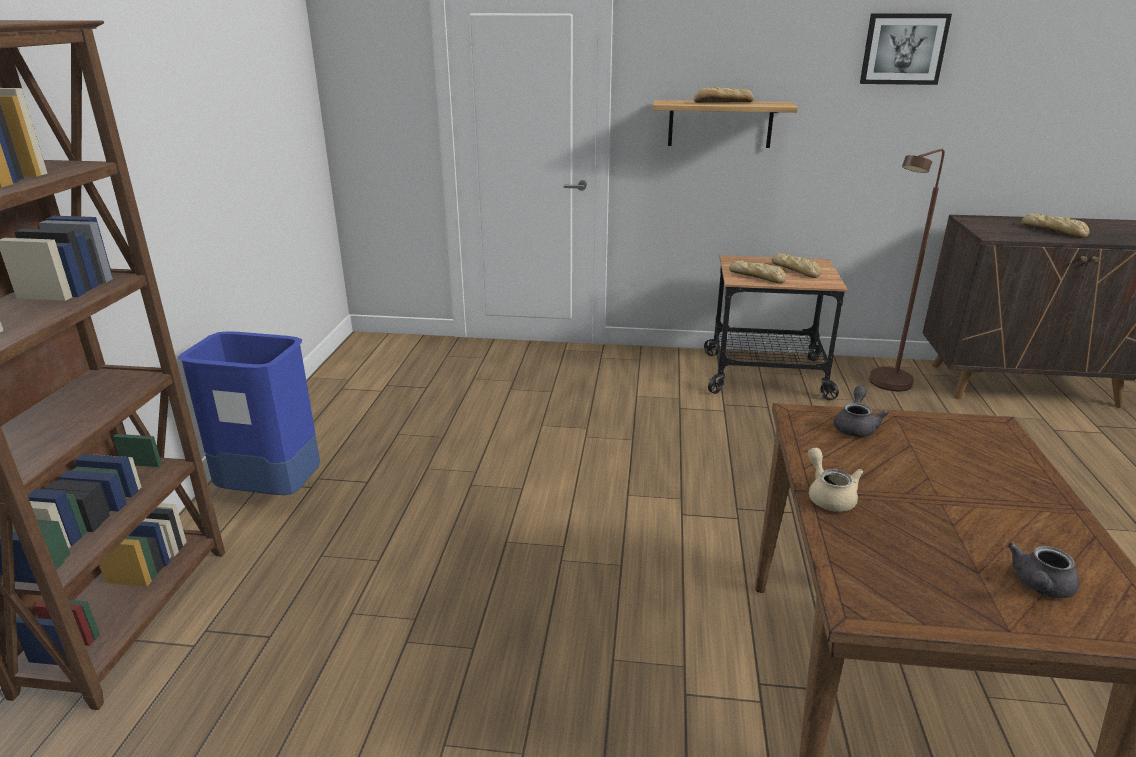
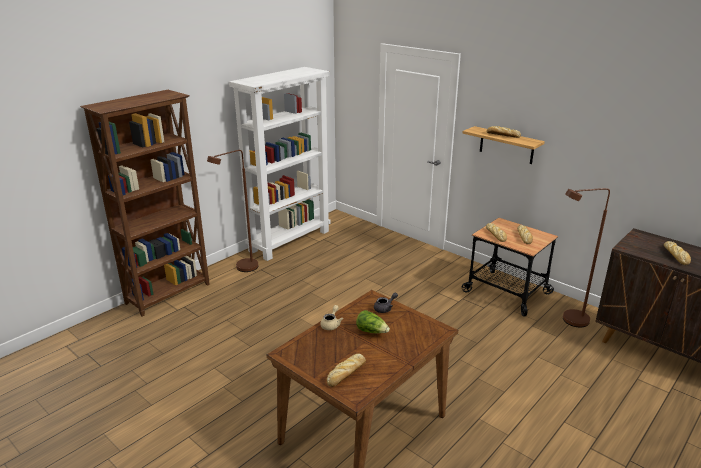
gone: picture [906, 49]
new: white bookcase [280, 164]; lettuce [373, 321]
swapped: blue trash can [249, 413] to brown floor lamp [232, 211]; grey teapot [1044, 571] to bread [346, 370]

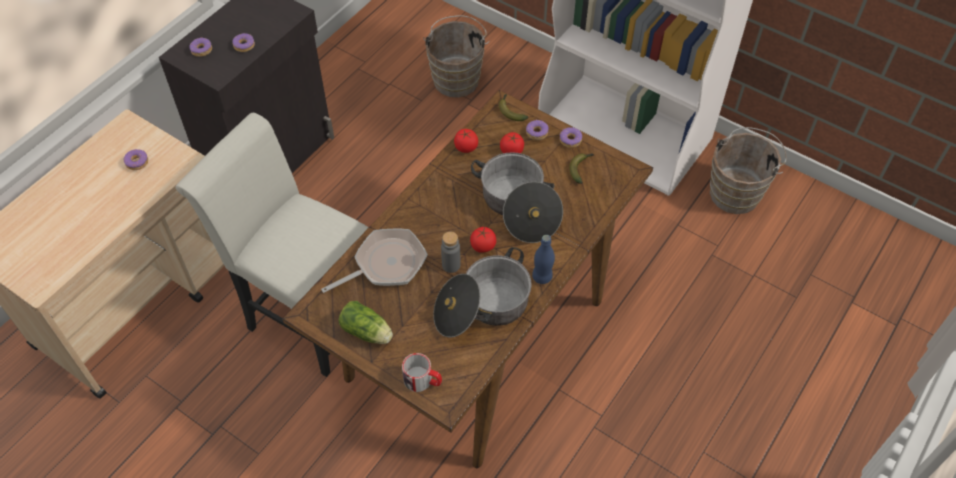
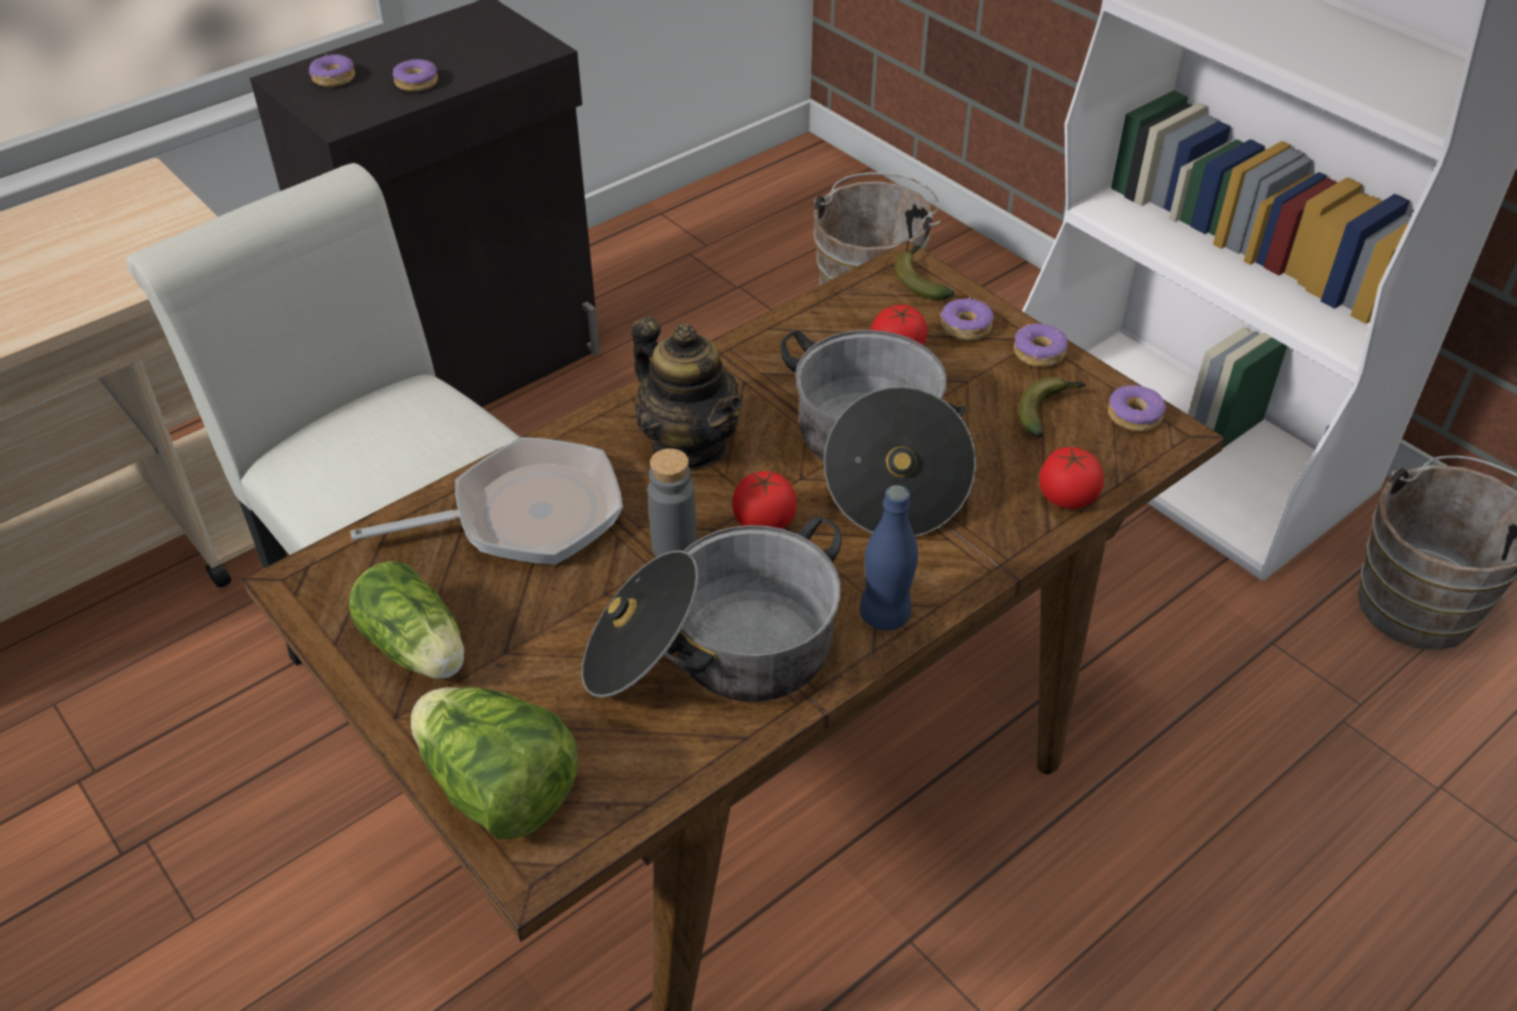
new: teapot [686, 392]
shifted: tomato [466, 141] to [1071, 478]; donut [136, 159] to [1137, 408]
swapped: mug [422, 372] to lettuce [494, 763]

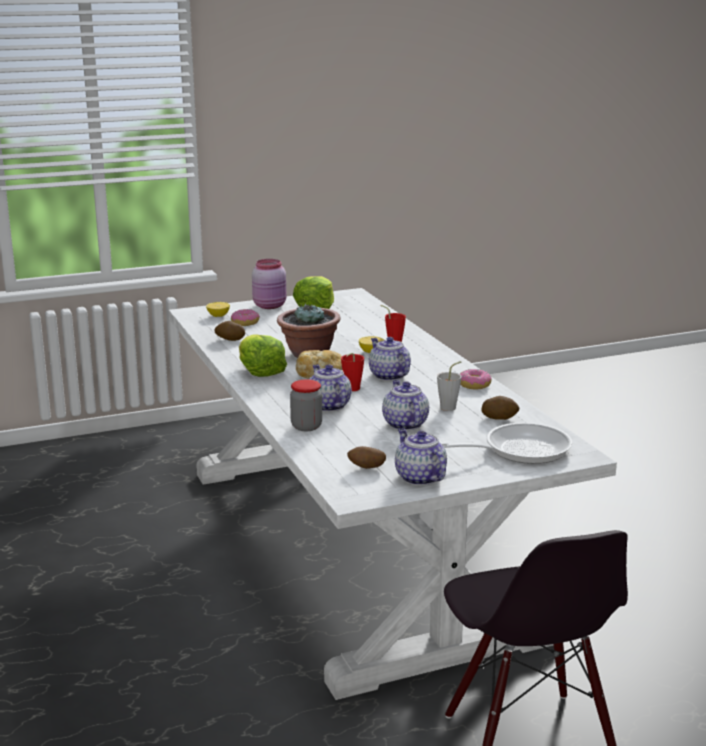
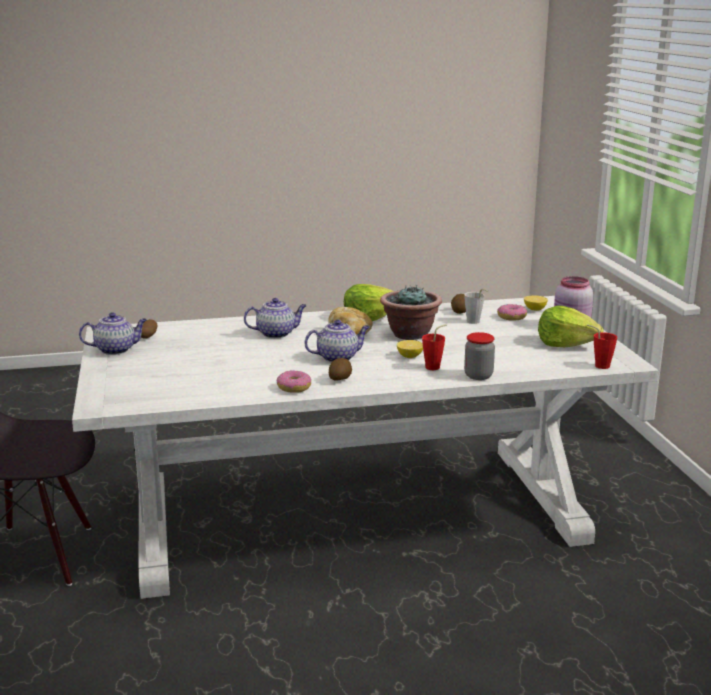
gone: teapot [405, 405]; frying pan [507, 443]
shifted: red cup [352, 372] to [602, 346]; grey cup [449, 386] to [476, 306]; jar [306, 405] to [479, 356]; potato [500, 408] to [340, 369]

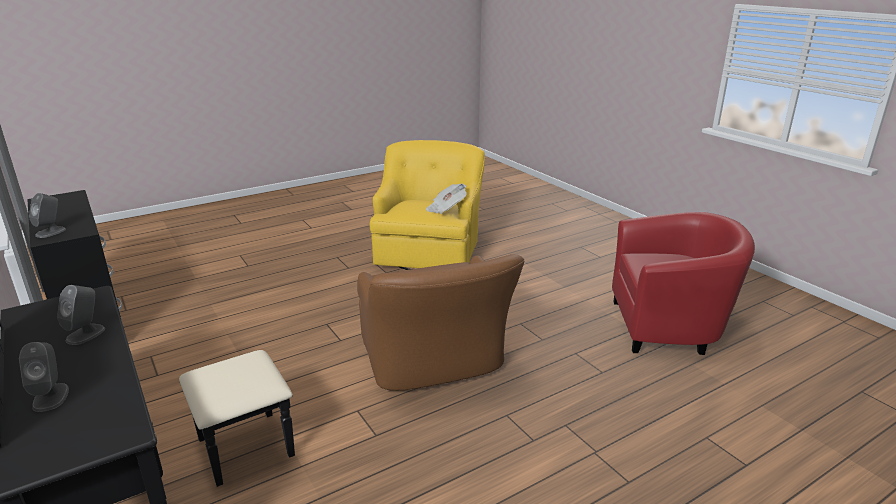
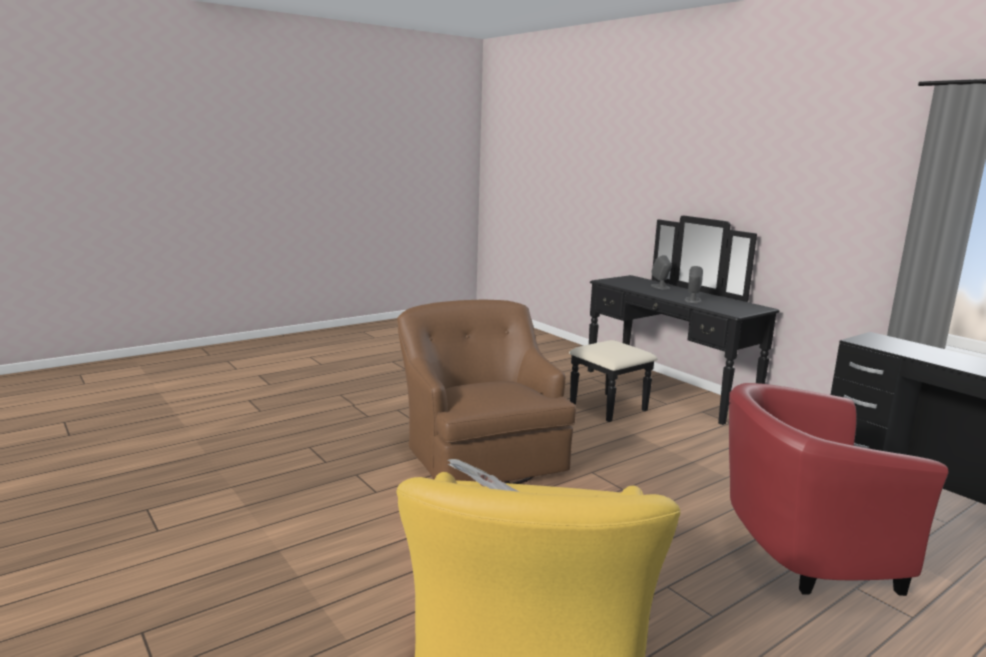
gone: grey speaker [47, 215]
shifted: red armchair [683, 283] to [839, 489]

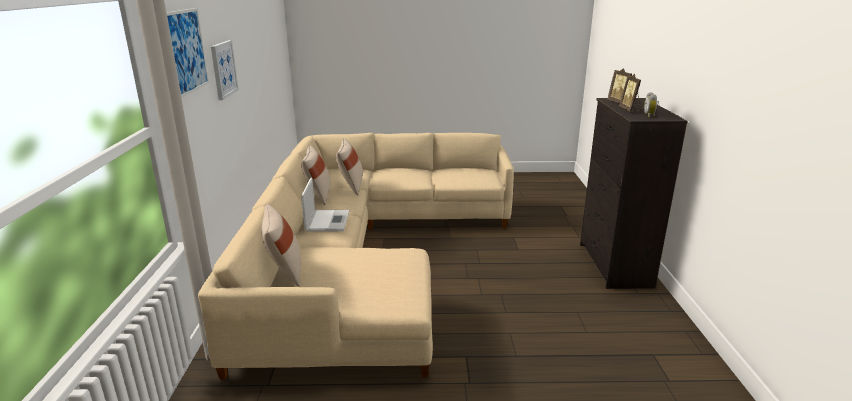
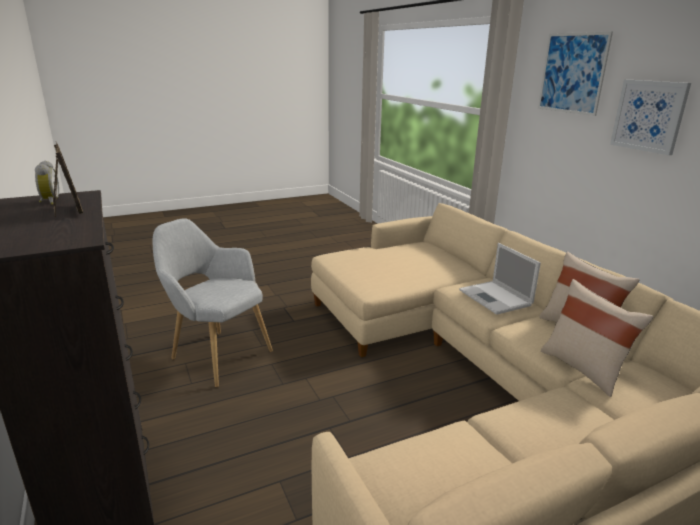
gone: picture frame [619, 85]; beige pillow [281, 245]
new: grey armchair [212, 302]

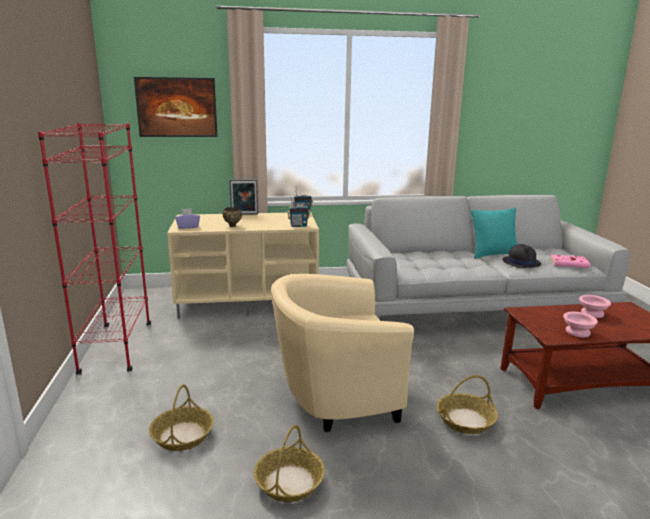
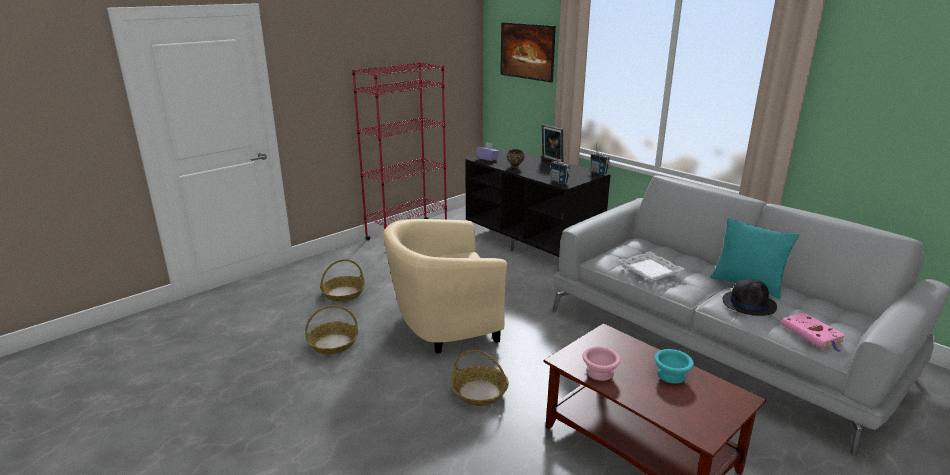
new: white tray [651, 266]
repainted: beige tv stand [243, 265] to black tv stand [538, 202]; pink bowl [595, 306] to turquoise bowl [674, 366]
rotated: beige armchair [342, 353] = [445, 286] 60 degrees counterclockwise

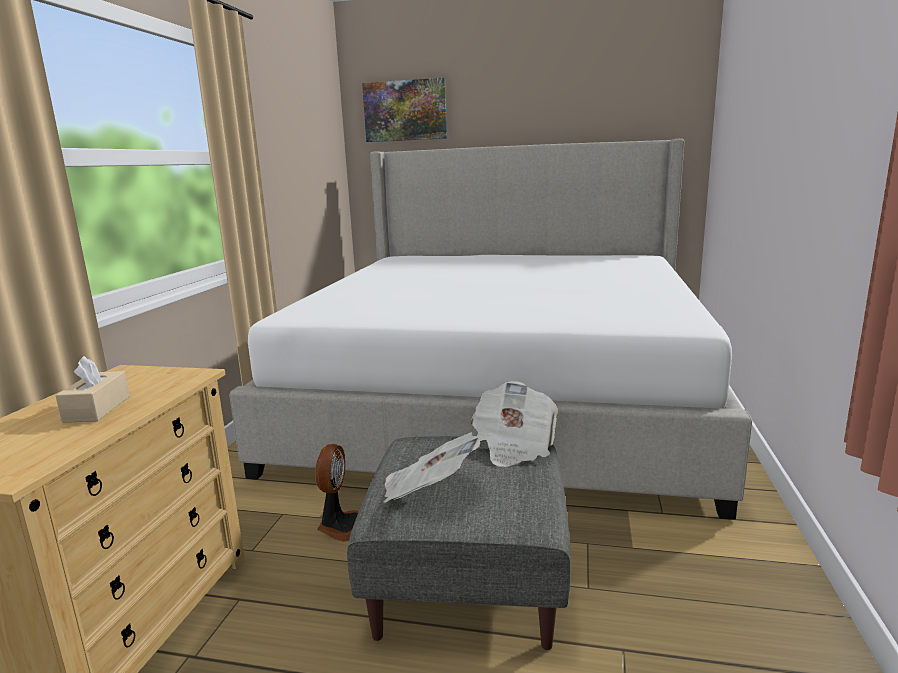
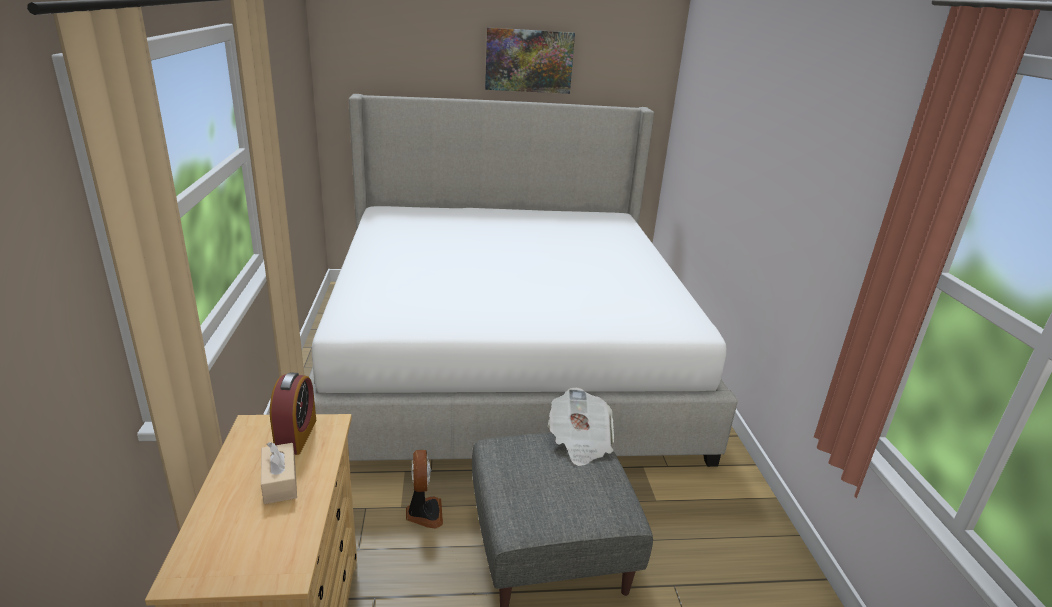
gone: newspaper [432, 467]
new: alarm clock [293, 413]
shifted: picture [404, 110] to [530, 60]

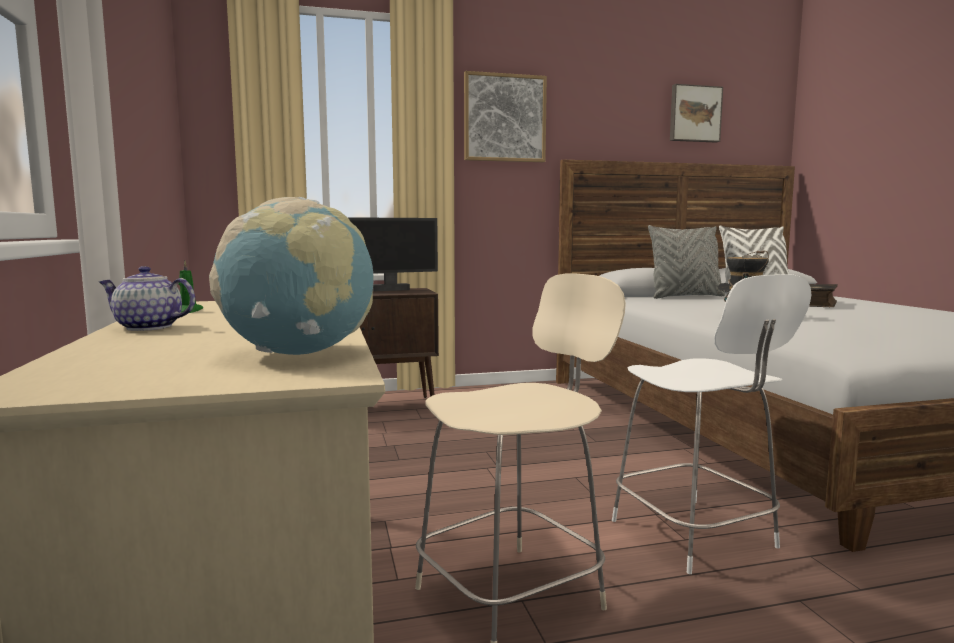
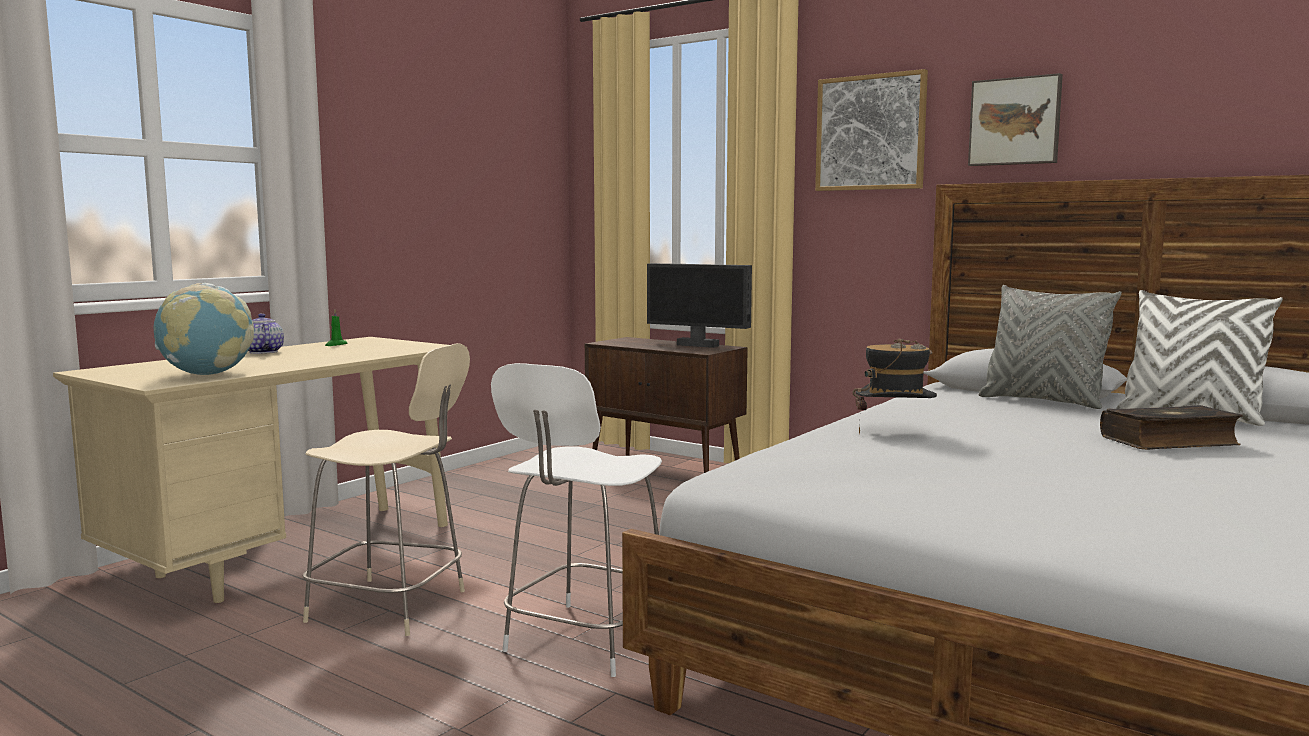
shifted: picture [696, 113] to [1015, 119]

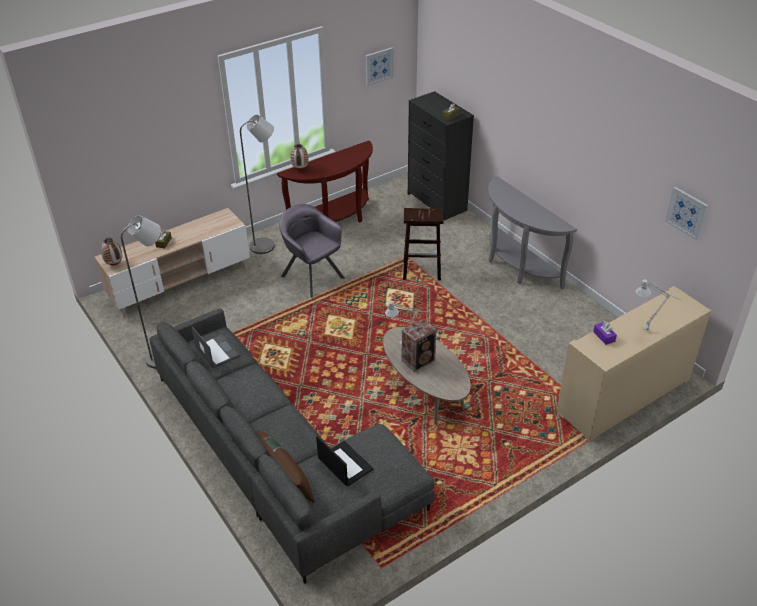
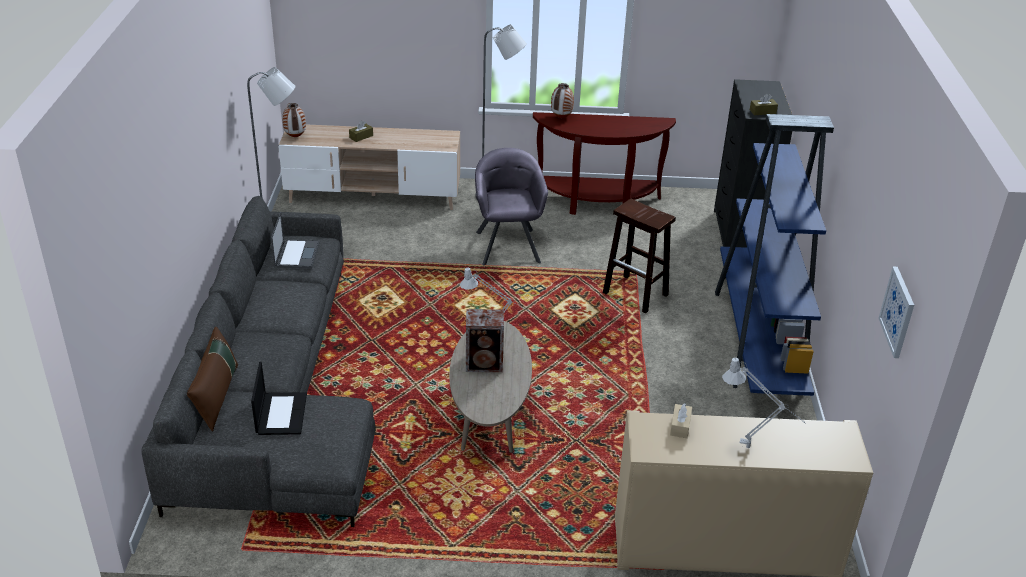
gone: picture [379, 66]
swapped: grey console table [532, 232] to blue bookcase [774, 255]
repainted: purple tissue box [605, 333] to beige tissue box [681, 420]

